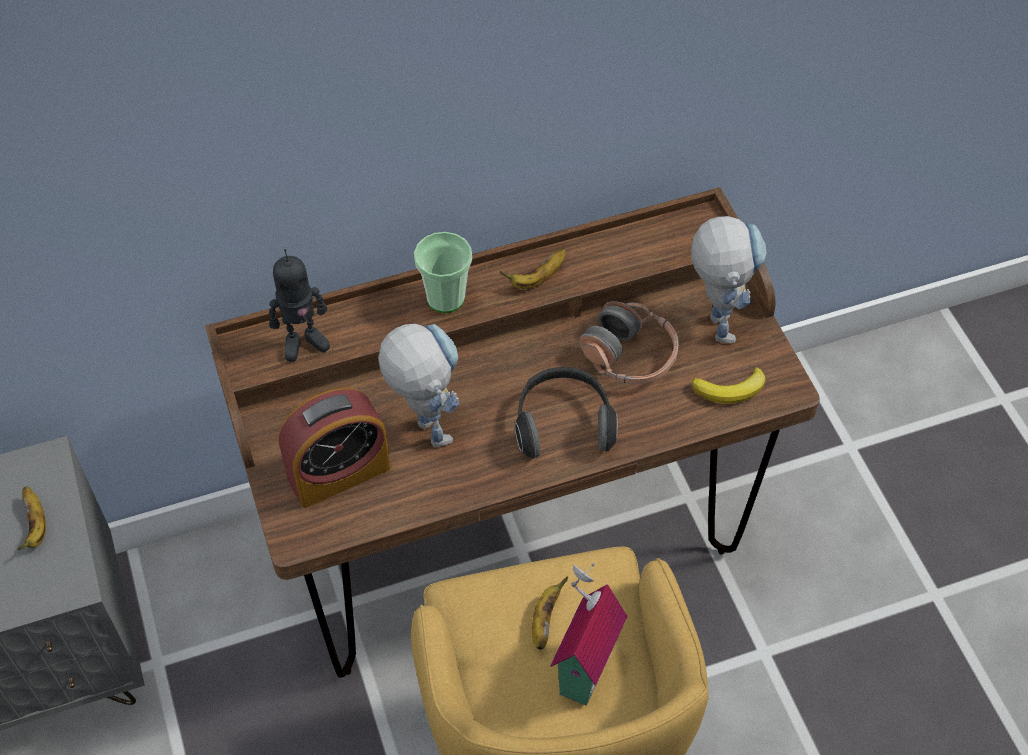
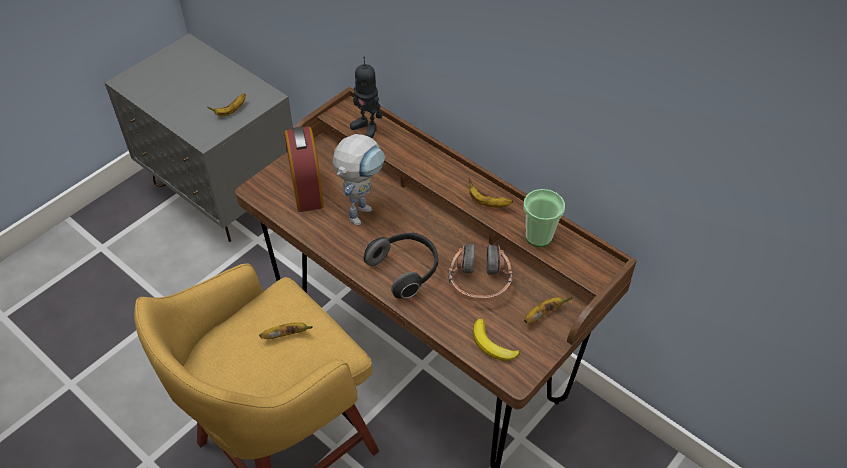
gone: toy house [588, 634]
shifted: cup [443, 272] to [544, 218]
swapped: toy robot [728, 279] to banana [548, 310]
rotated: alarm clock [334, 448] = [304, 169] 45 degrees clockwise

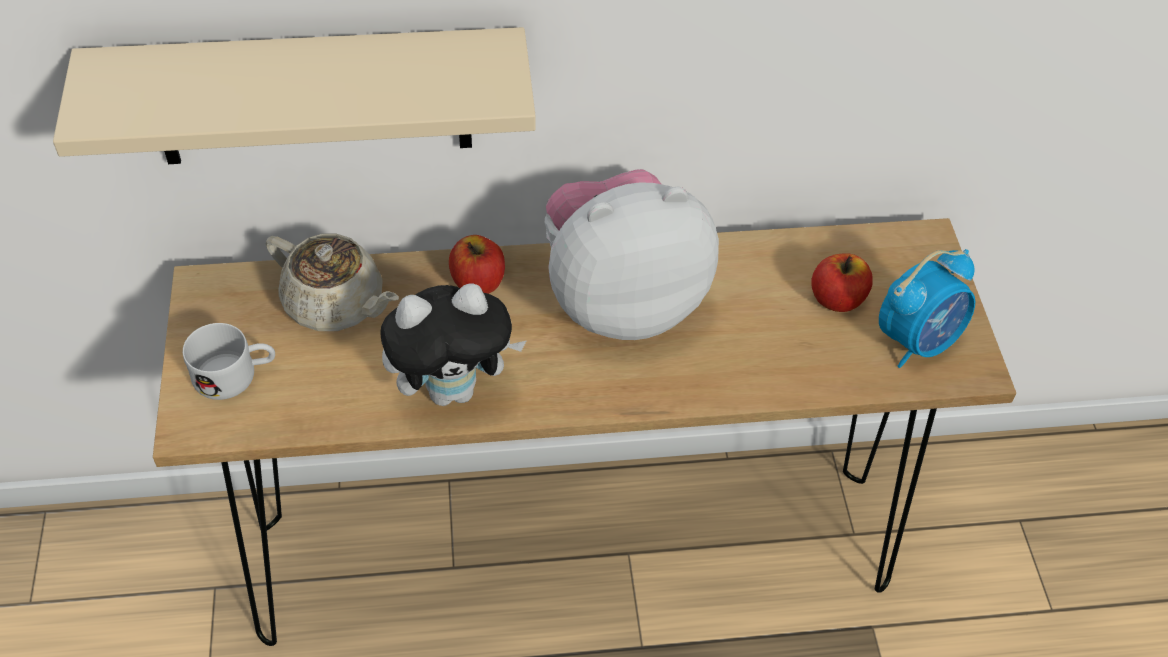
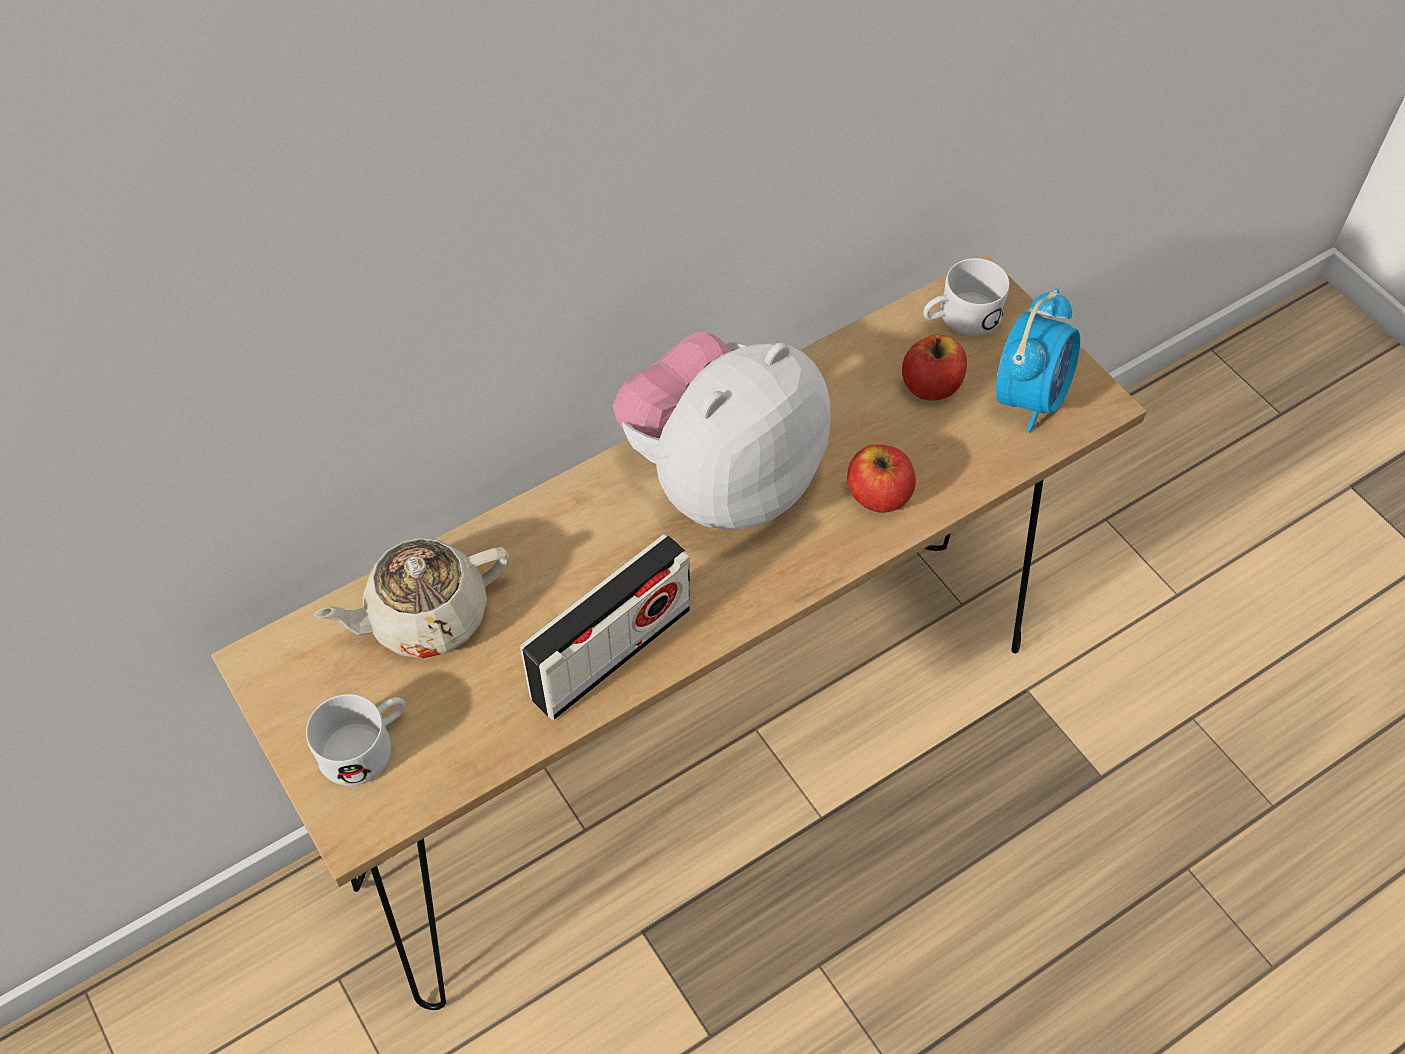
gone: beige shelf [294, 95]
new: white mug [966, 297]
shifted: apple [477, 264] to [881, 479]
swapped: plush toy [453, 344] to radio [605, 627]
rotated: beige teapot [332, 282] = [411, 598] 150 degrees clockwise

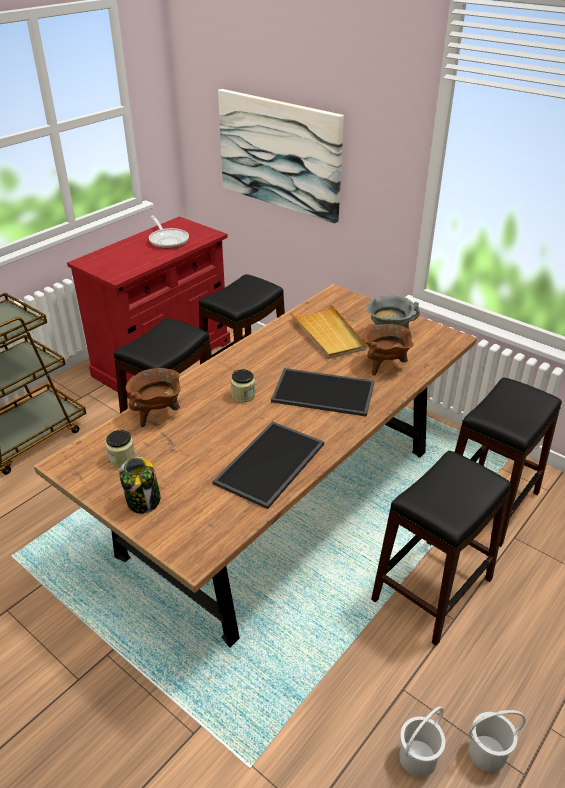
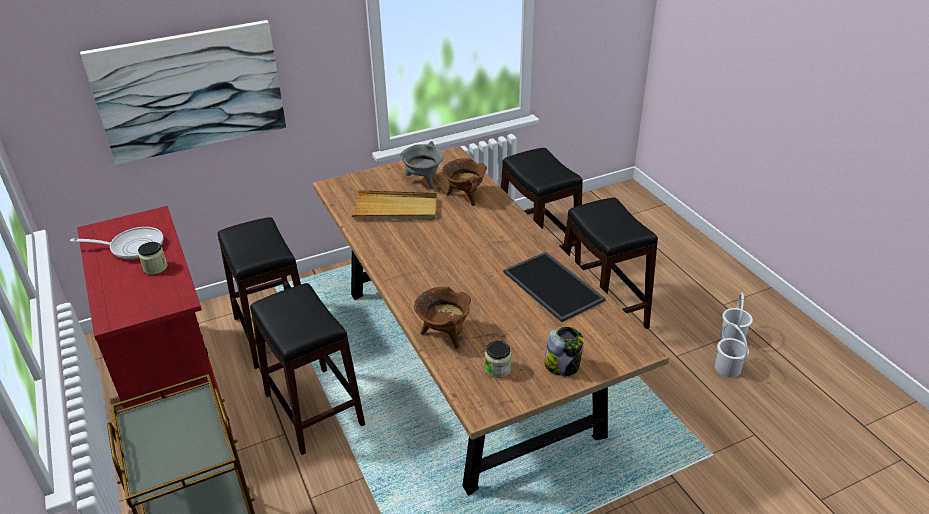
gone: tray [323, 392]
shifted: jar [243, 385] to [153, 258]

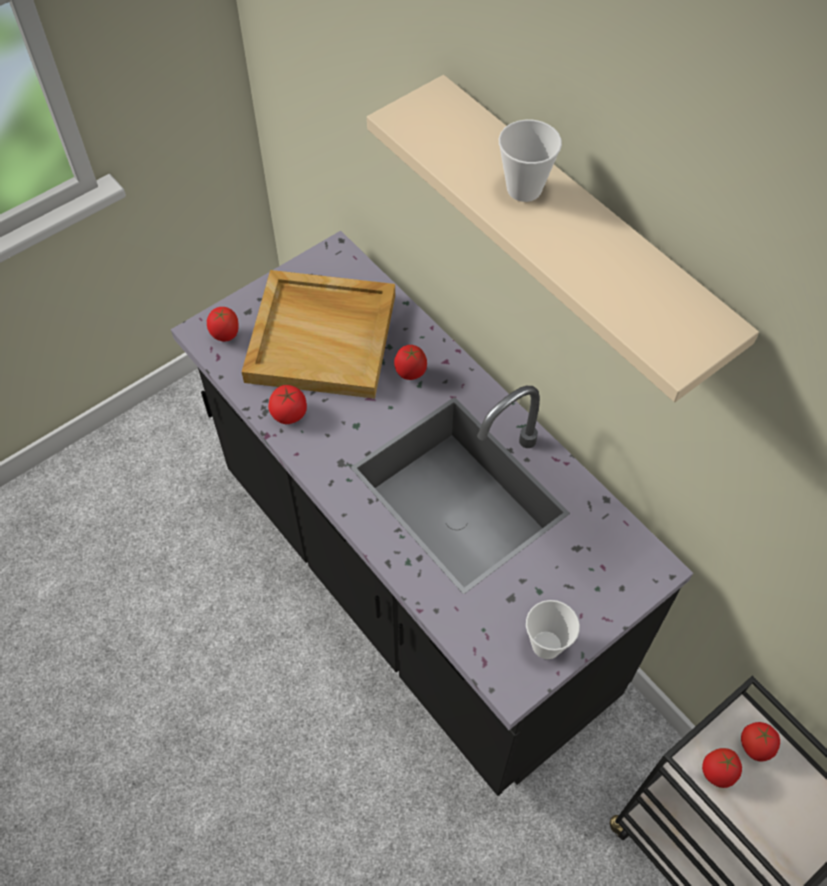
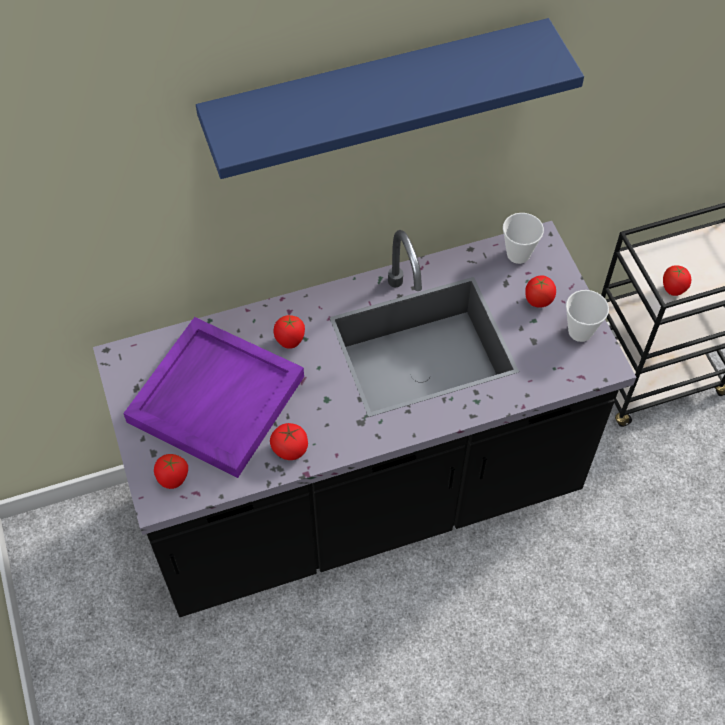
shifted: cup [530, 160] to [523, 238]; tomato [760, 741] to [540, 291]
repainted: beige shelf [563, 238] to blue shelf [390, 98]; beige tray [318, 334] to purple tray [213, 397]

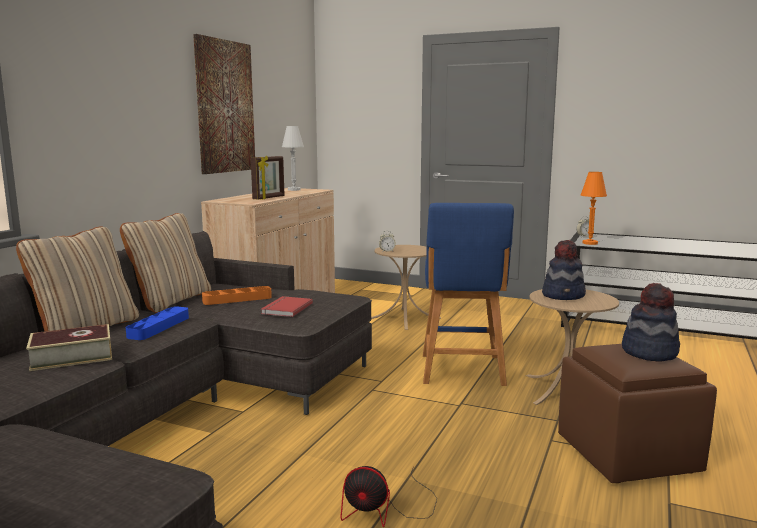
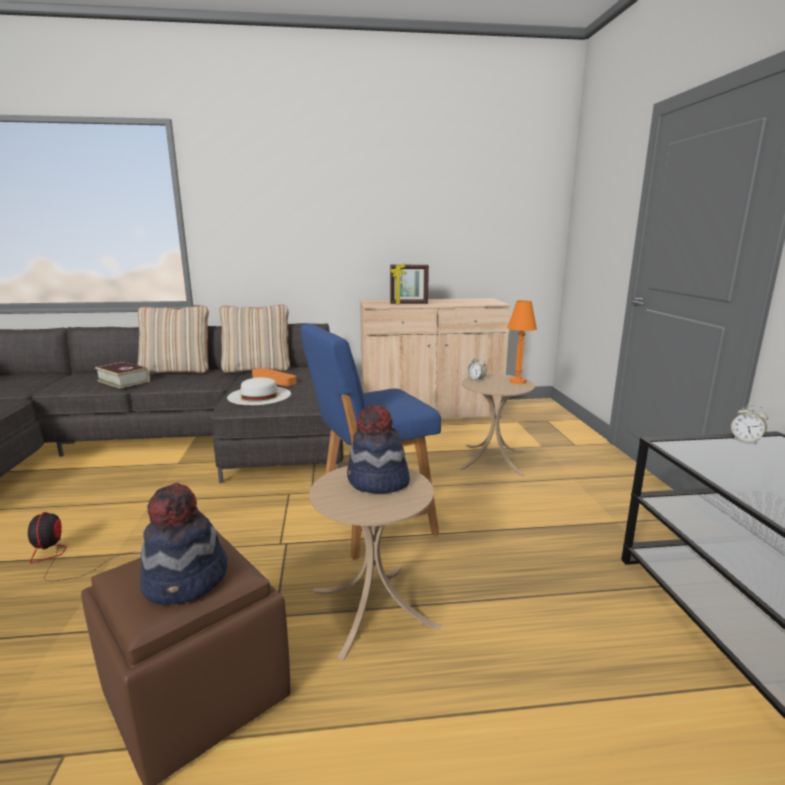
gone: picture [224, 104]; white table lamp [293, 158]; blue tray [157, 323]
shifted: orange table lamp [594, 208] to [522, 342]
swapped: red book [287, 306] to white hat [259, 391]

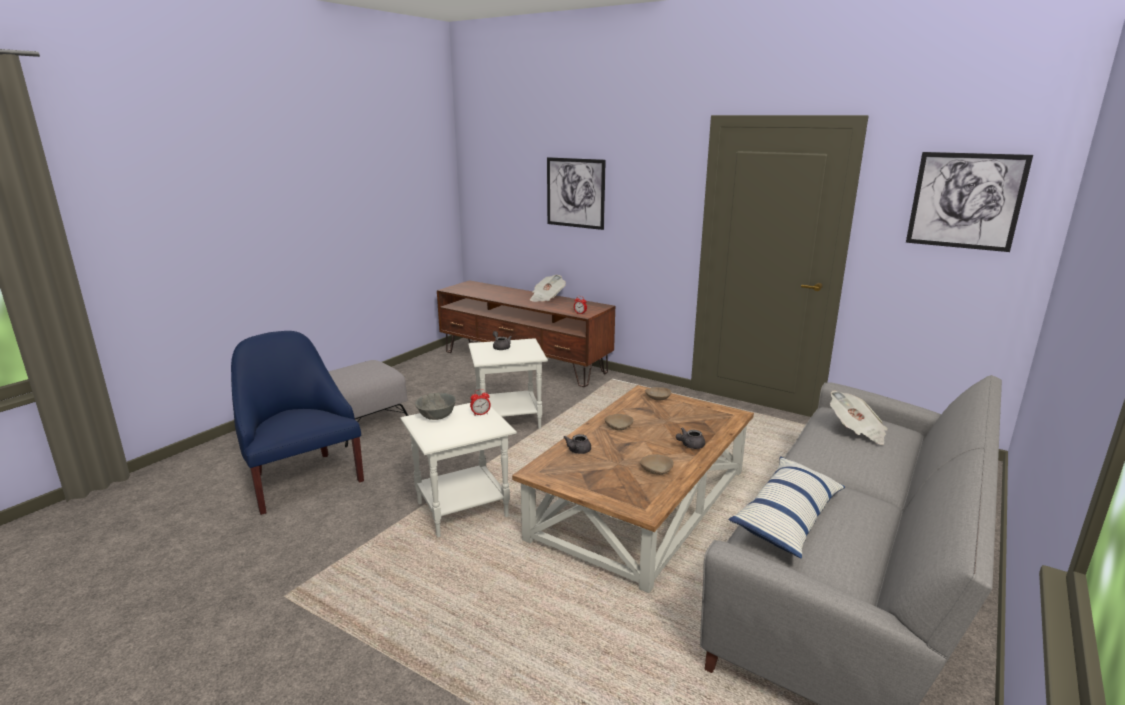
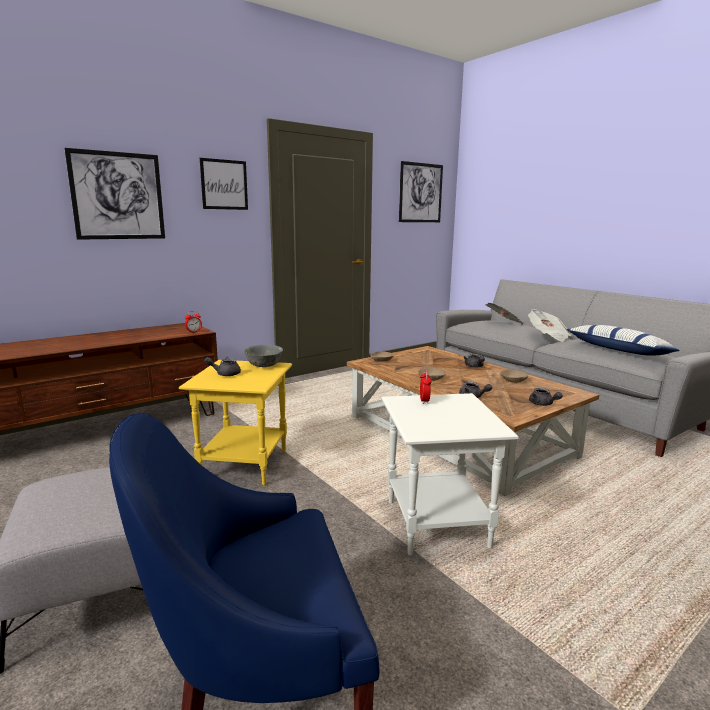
new: picture [224, 184]; grey teapot [546, 397]
shifted: newspaper [548, 288] to [549, 325]; grey bowl [435, 406] to [263, 356]
repainted: white side table [508, 383] to yellow side table [235, 422]

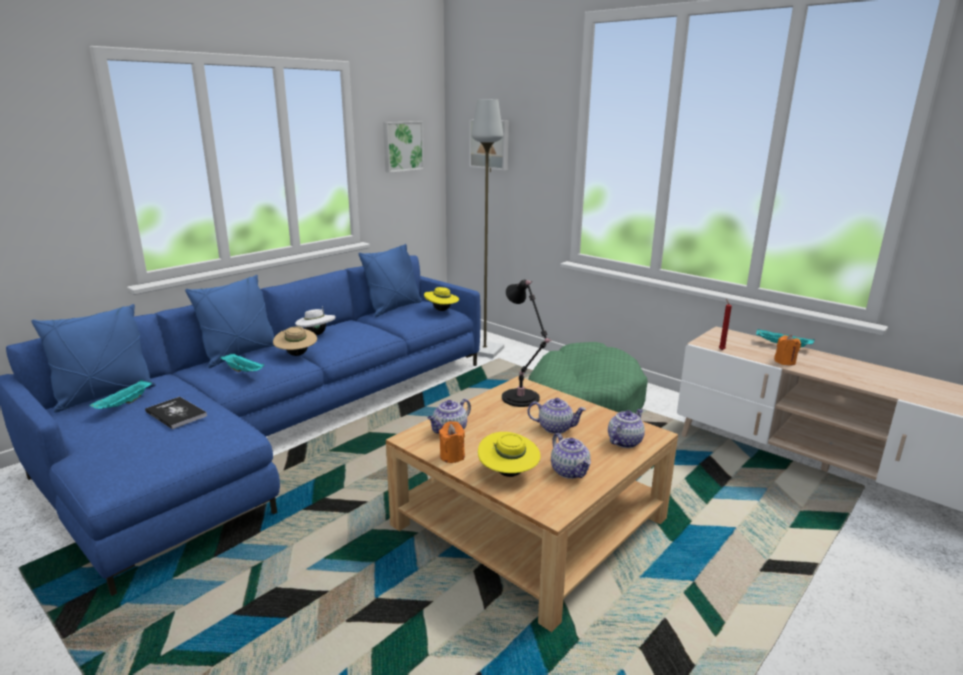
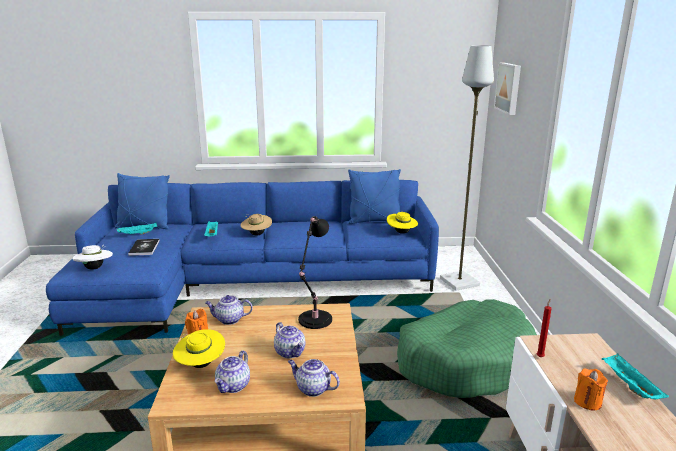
gone: picture [403, 147]; blue pillow [229, 321]
shifted: white hat [315, 321] to [92, 257]
rotated: teapot [626, 428] = [314, 378] 150 degrees counterclockwise

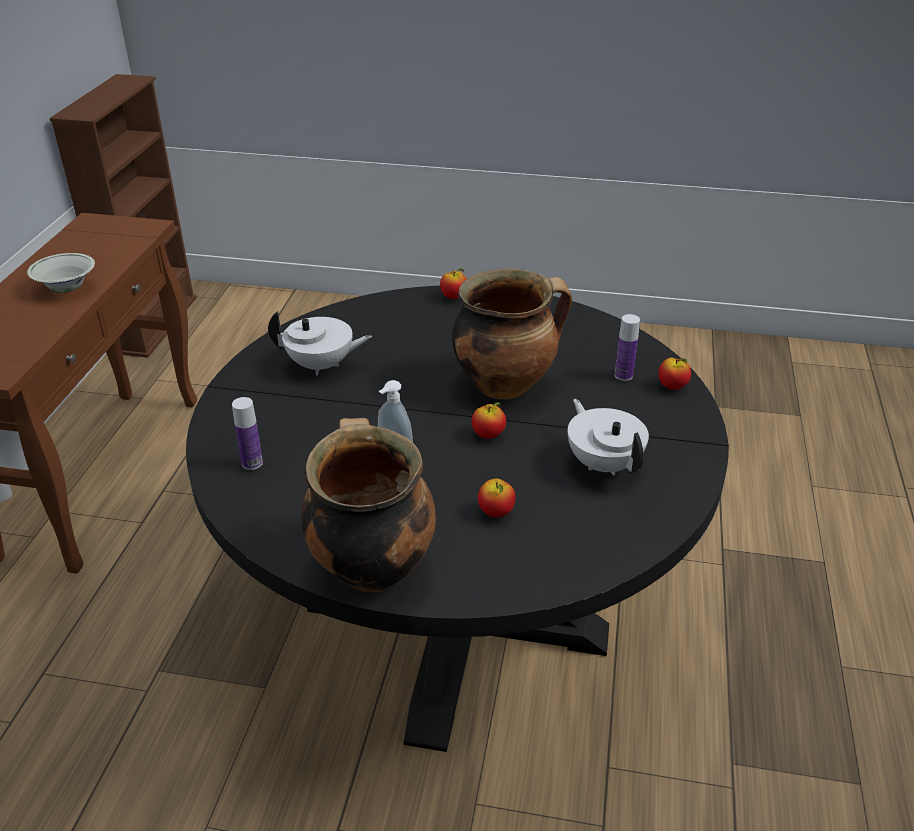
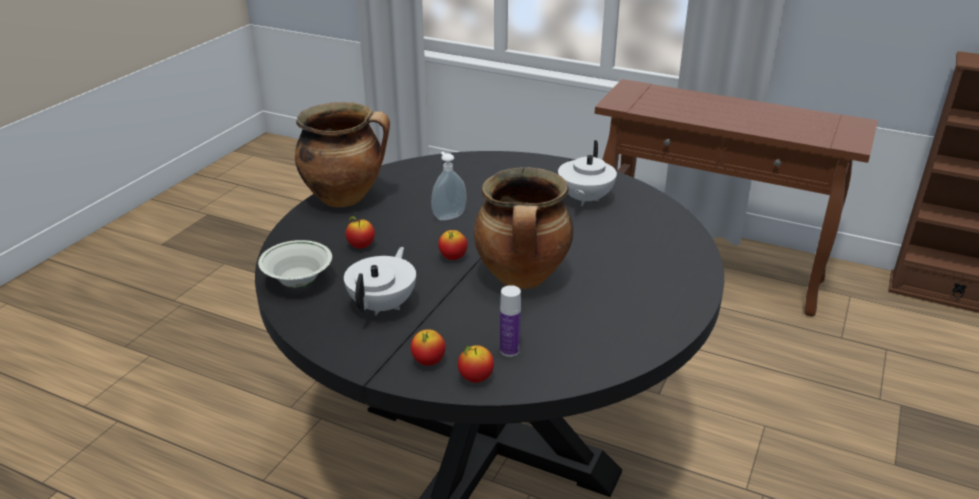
gone: bottle [247, 433]
shifted: white bowl [61, 273] to [295, 264]; apple [453, 283] to [428, 347]
rotated: white teapot [608, 437] = [380, 281] 60 degrees counterclockwise

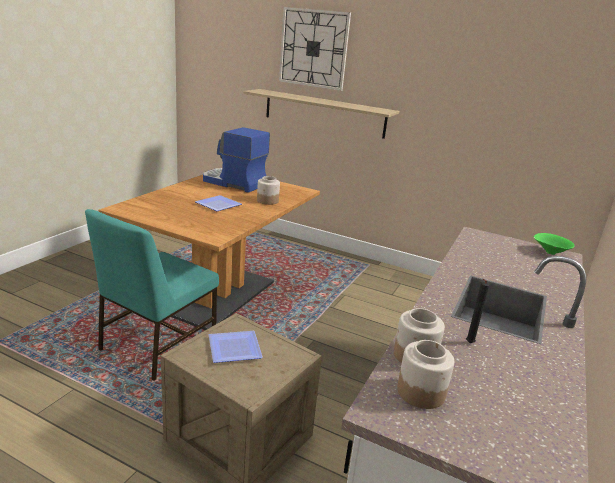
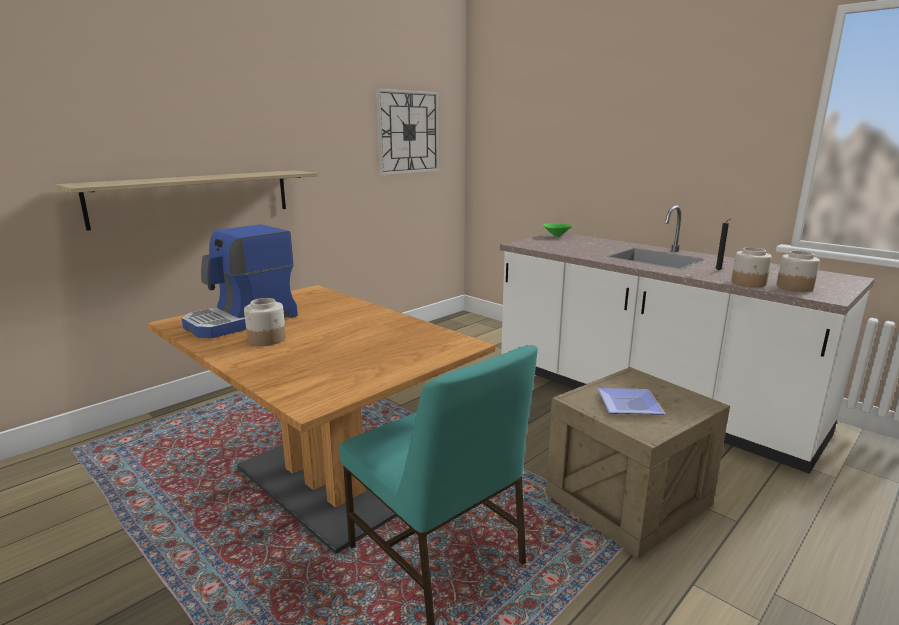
gone: plate [218, 203]
shifted: wall clock [315, 49] to [407, 131]; jar [268, 190] to [265, 322]

